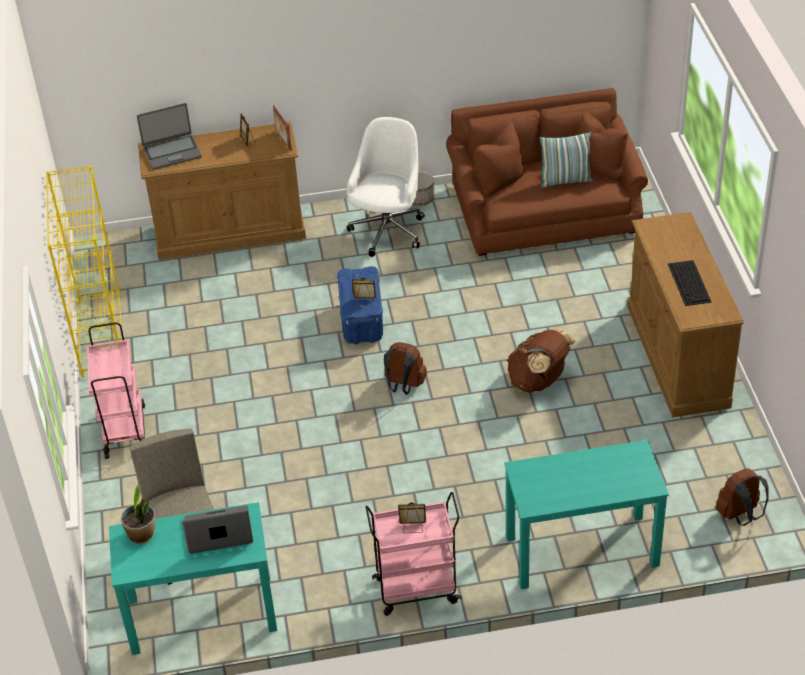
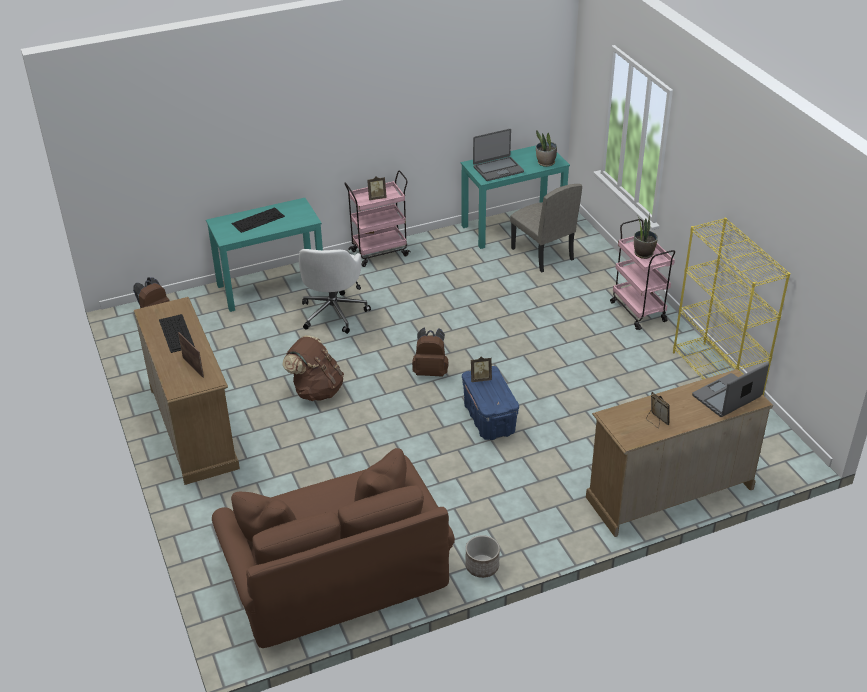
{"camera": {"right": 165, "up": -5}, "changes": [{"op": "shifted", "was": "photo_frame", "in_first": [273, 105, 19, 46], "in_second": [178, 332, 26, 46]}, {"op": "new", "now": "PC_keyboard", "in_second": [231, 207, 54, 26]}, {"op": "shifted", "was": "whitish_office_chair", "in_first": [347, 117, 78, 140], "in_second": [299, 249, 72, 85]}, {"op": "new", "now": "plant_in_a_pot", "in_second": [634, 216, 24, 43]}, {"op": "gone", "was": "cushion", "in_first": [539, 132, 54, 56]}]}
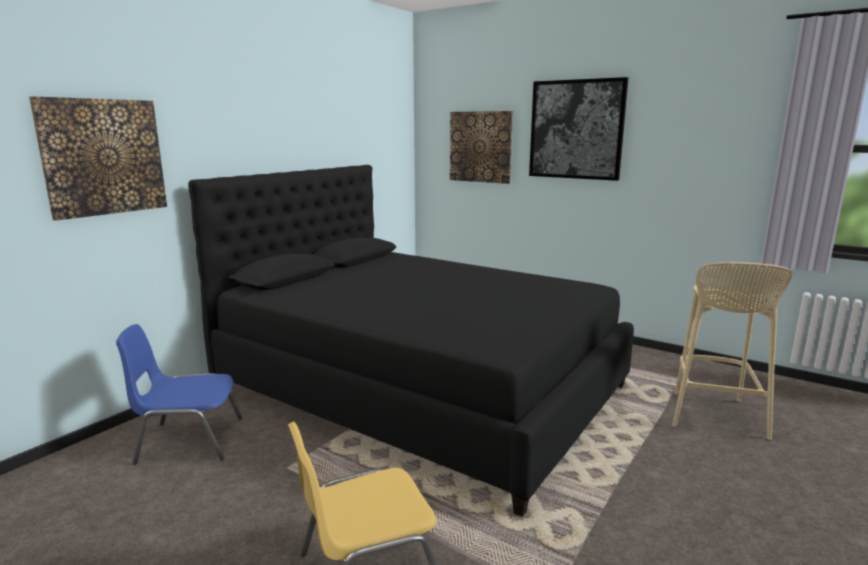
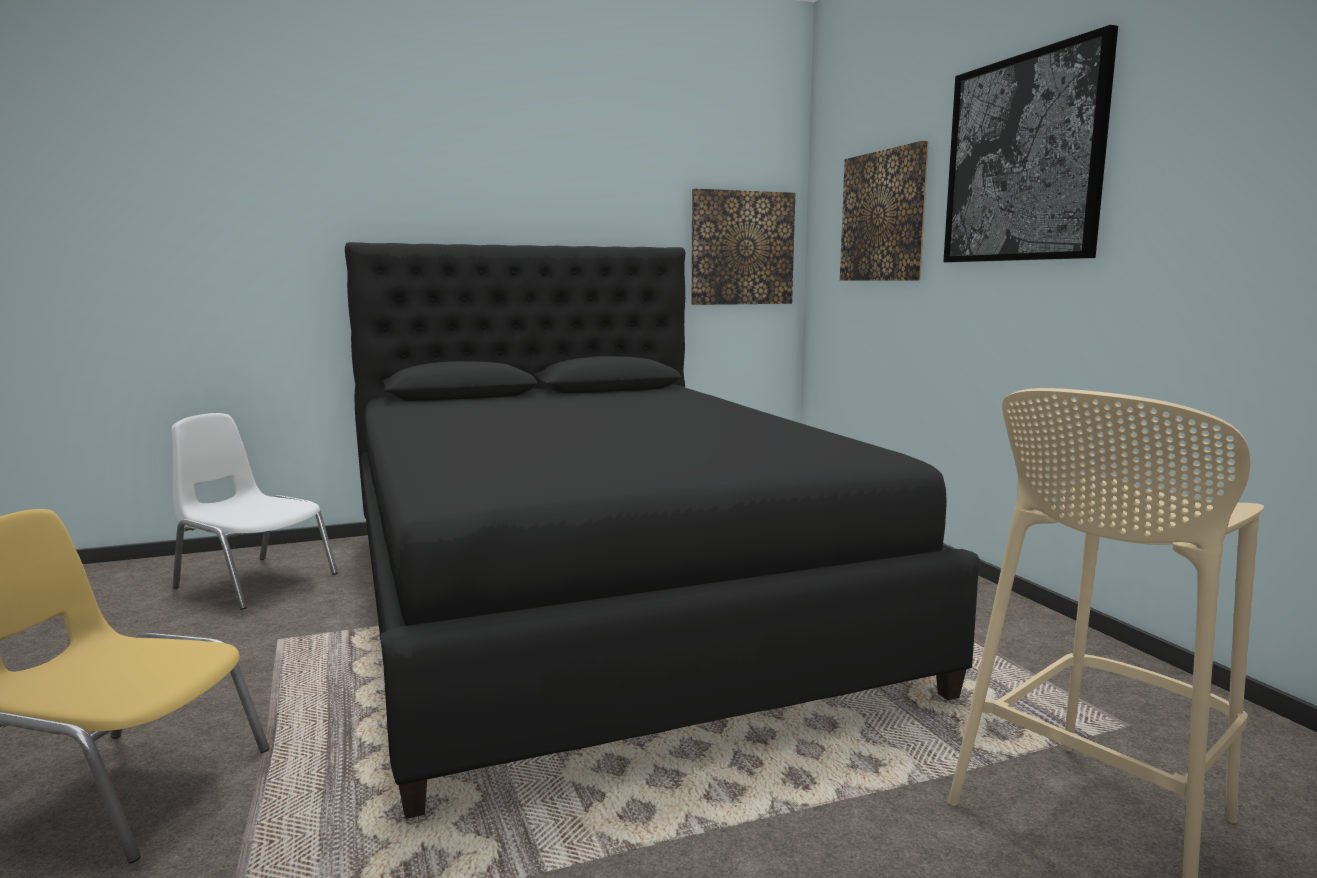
{"camera": {"right": 35, "up": -5}, "changes": [{"op": "repainted", "was": "blue-coloured_chair", "now": "whitish_chair", "in_first": [116, 324, 126, 141], "in_second": [172, 413, 166, 197]}, {"op": "shifted", "was": "wall_picture", "in_first": [29, 96, 138, 125], "in_second": [691, 189, 104, 116]}]}
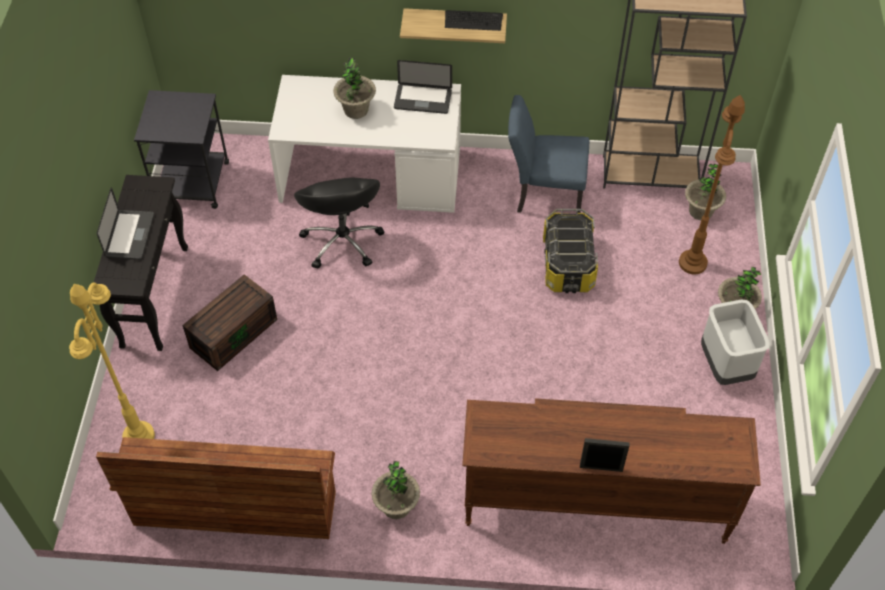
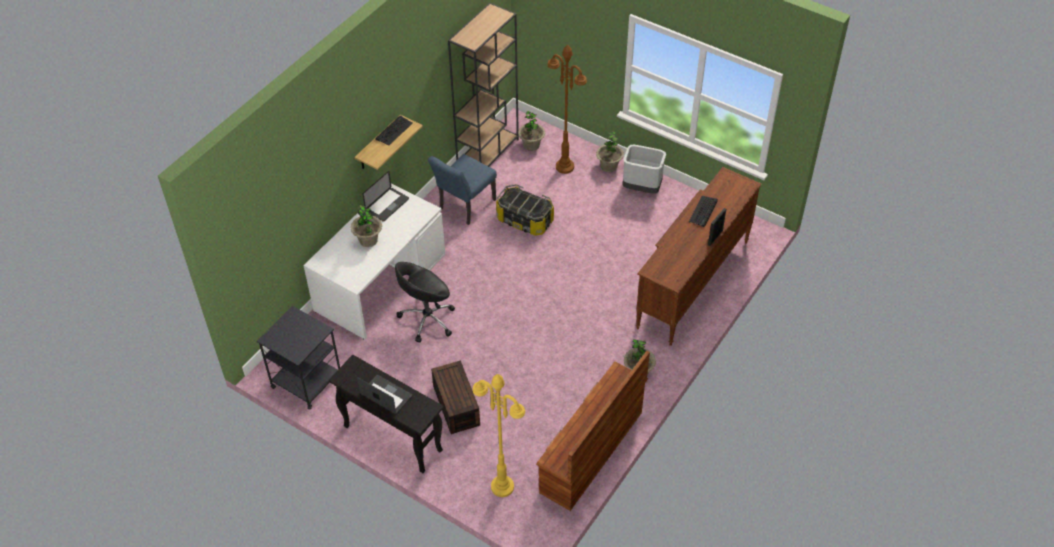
{"camera": {"right": -60, "up": -5}, "changes": [{"op": "rotated", "was": "black-coloured_office_chair", "in_first": [294, 177, 90, 92], "in_second": [395, 262, 60, 80], "clockwise": 120}, {"op": "new", "now": "PC_keyboard", "in_second": [689, 196, 29, 31]}]}
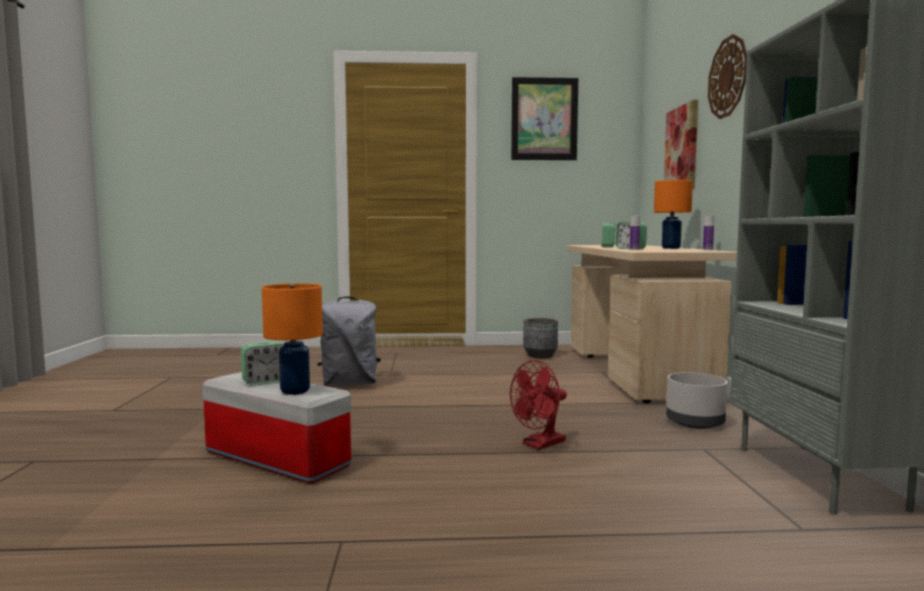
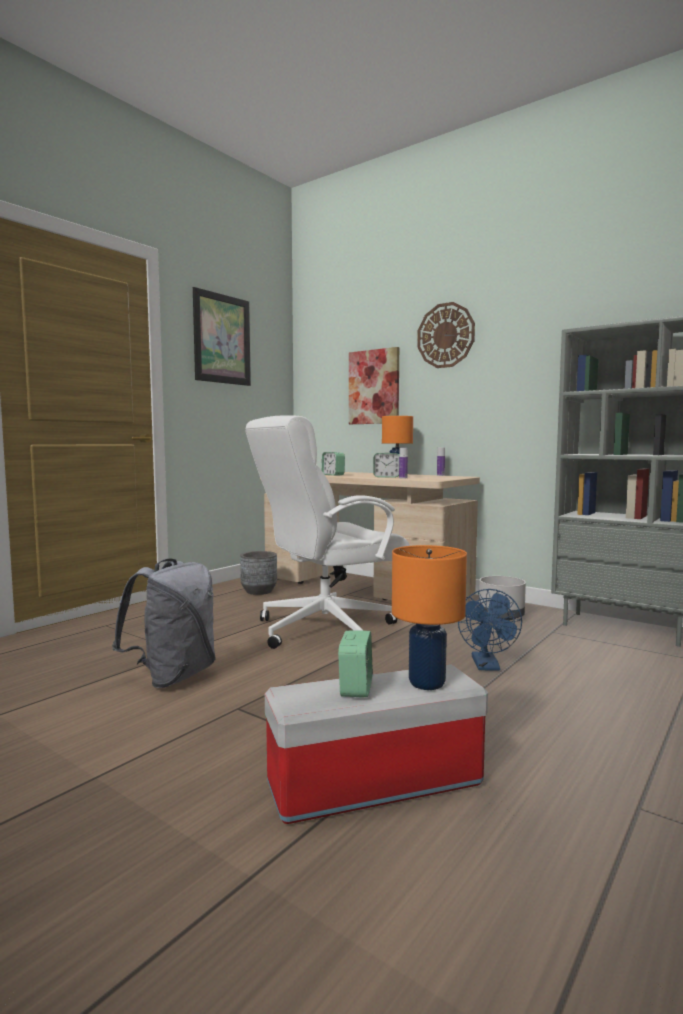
{"camera": {"right": -50, "up": 0}, "changes": [{"op": "new", "now": "whitish_office_chair", "in_second": [245, 415, 165, 234]}, {"op": "repainted", "was": "red-coloured_electric_fan", "now": "blue-coloured_electric_fan", "in_first": [510, 360, 57, 90], "in_second": [458, 589, 64, 82]}]}
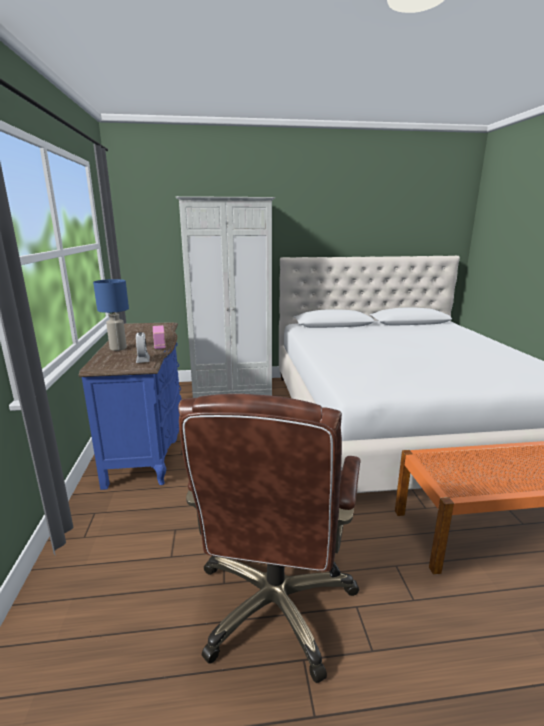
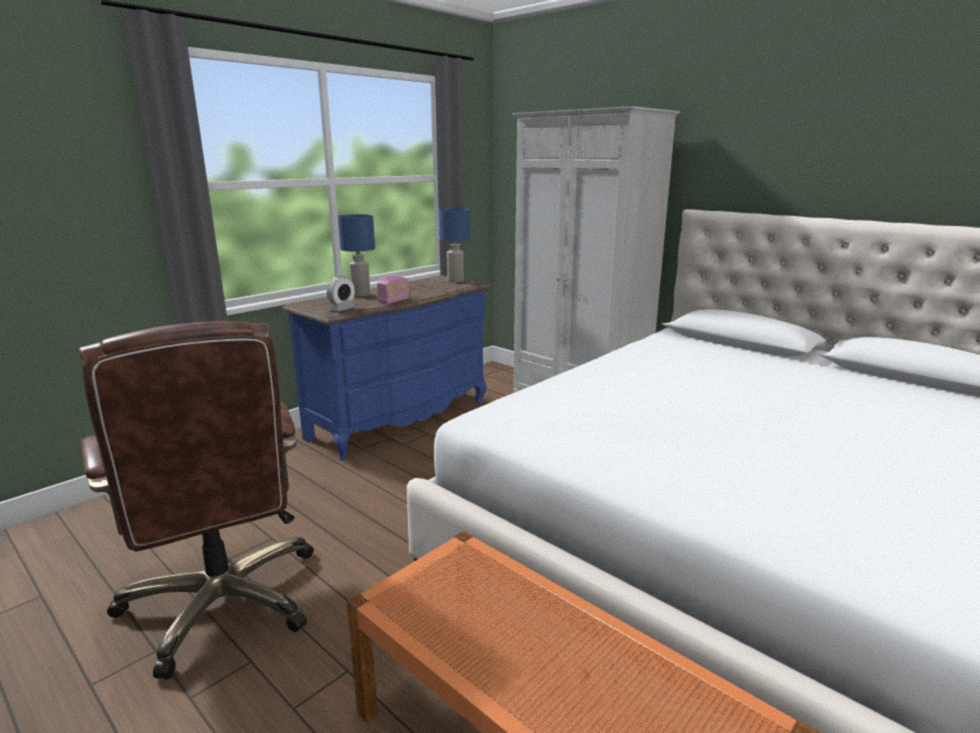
{"camera": {"right": 50, "up": 0}, "changes": [{"op": "rotated", "was": "brownish_office_chair", "in_first": [178, 394, 183, 289], "in_second": [79, 321, 235, 359], "clockwise": -90}, {"op": "new", "now": "blue-coloured_tabletop_lamp", "in_second": [439, 208, 31, 74]}]}
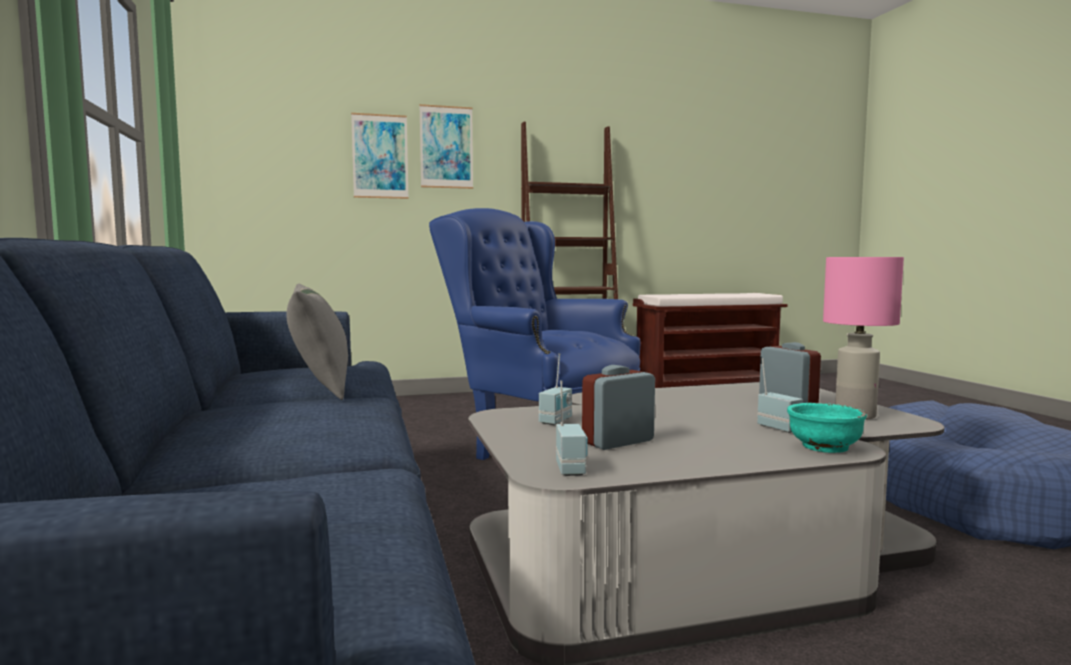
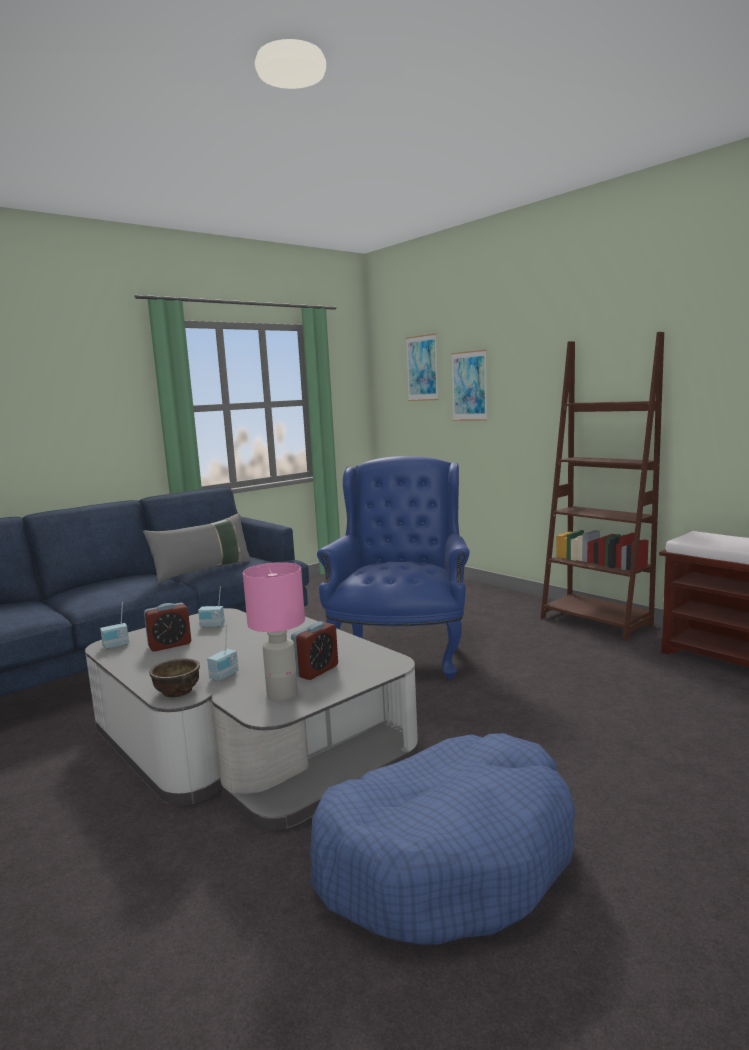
{"camera": {"right": 65, "up": 5}, "changes": [{"op": "rotated", "was": "table_clock", "in_first": [582, 365, 73, 85], "in_second": [144, 603, 48, 49], "clockwise": 120}, {"op": "repainted", "was": "blue-green_bowl", "now": "brownish_bowl", "in_first": [787, 403, 80, 50], "in_second": [149, 659, 51, 38]}, {"op": "shifted", "was": "wall_picture", "in_first": [419, 104, 54, 85], "in_second": [406, 333, 33, 68]}]}
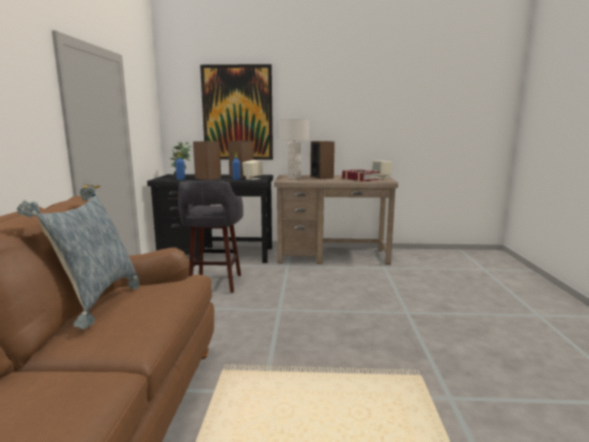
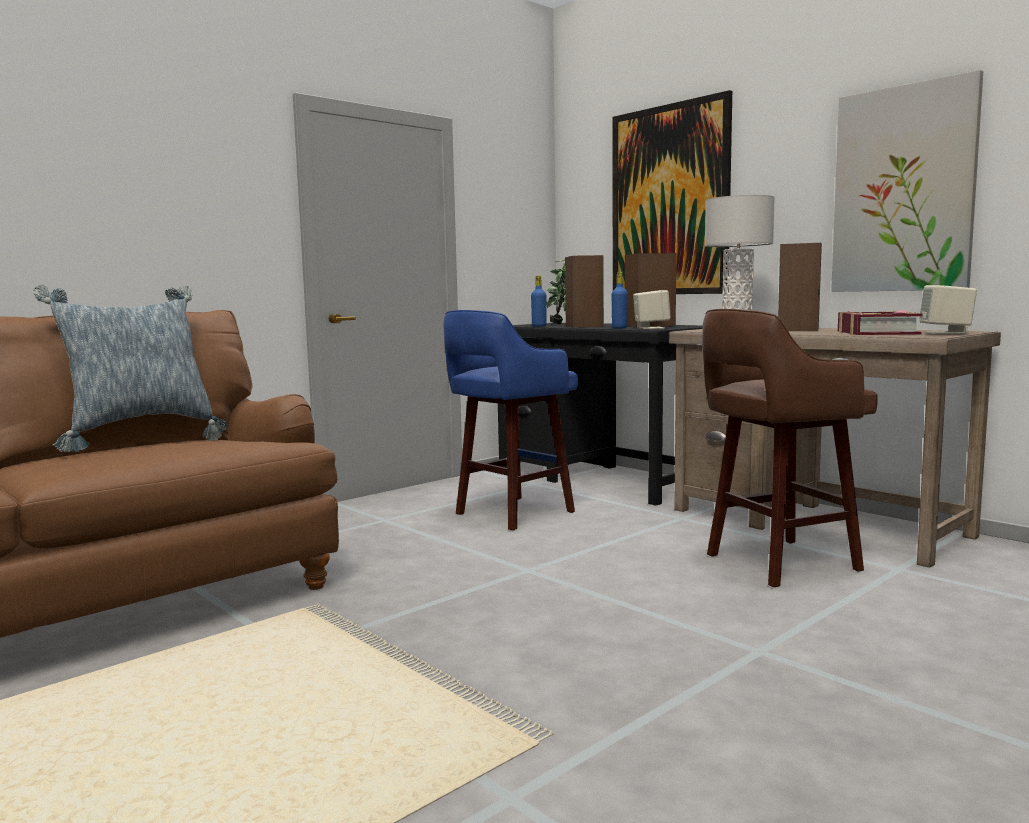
{"camera": {"right": 45, "up": -5}, "changes": [{"op": "repainted", "was": "grey_sitting_stool", "now": "blue-coloured_sitting_stool", "in_first": [178, 180, 65, 113], "in_second": [443, 310, 135, 220]}, {"op": "new", "now": "brownish_sitting_stool", "in_second": [702, 309, 176, 278]}, {"op": "new", "now": "wall_picture", "in_second": [831, 70, 152, 222]}]}
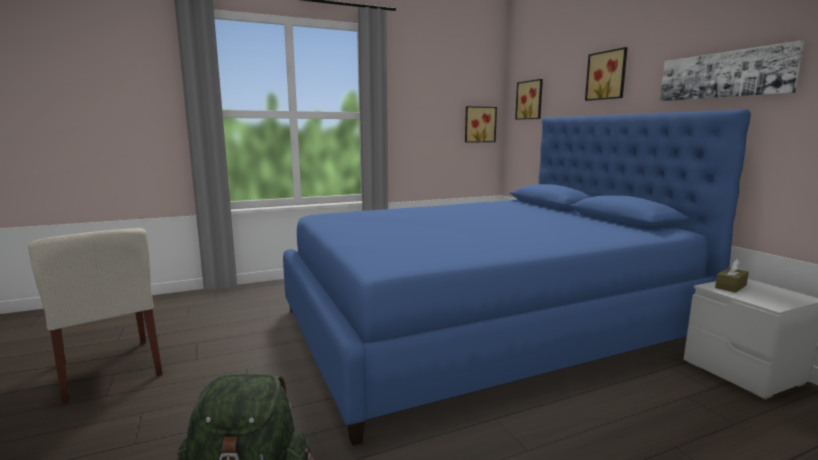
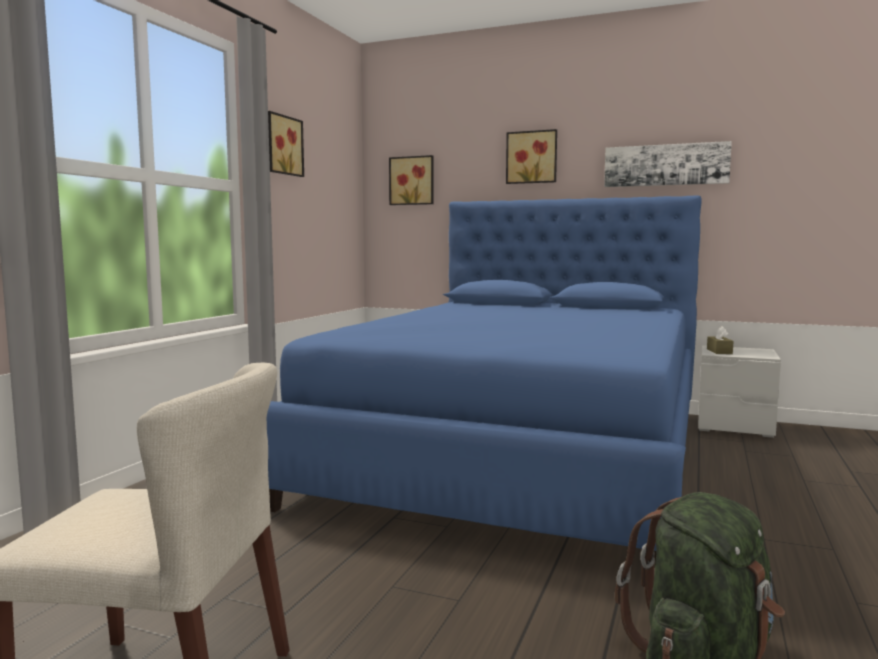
{"camera": {"right": -45, "up": -5}, "changes": [{"op": "shifted", "was": "wall_picture", "in_first": [465, 106, 32, 37], "in_second": [268, 111, 36, 66]}]}
